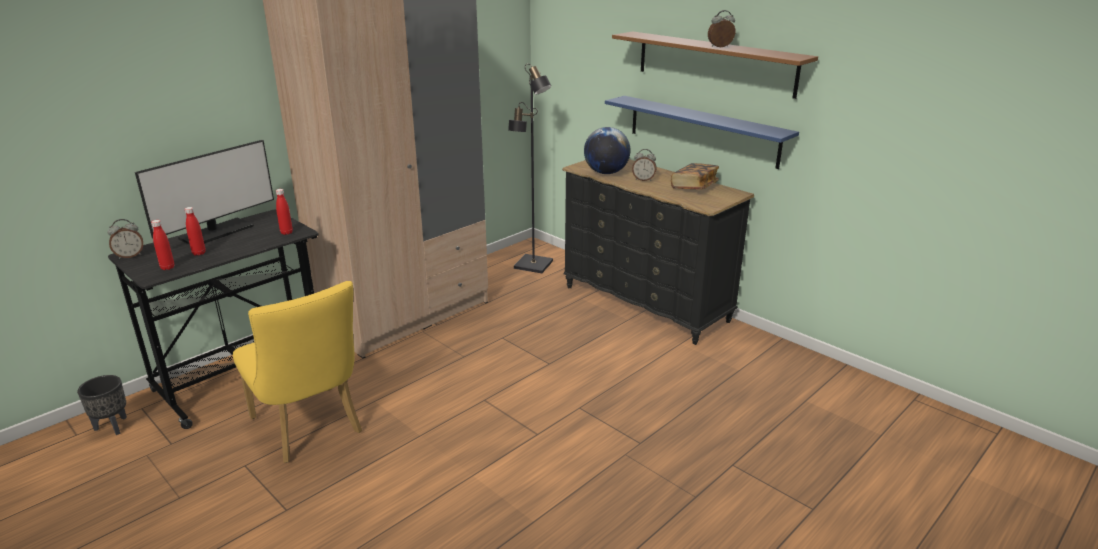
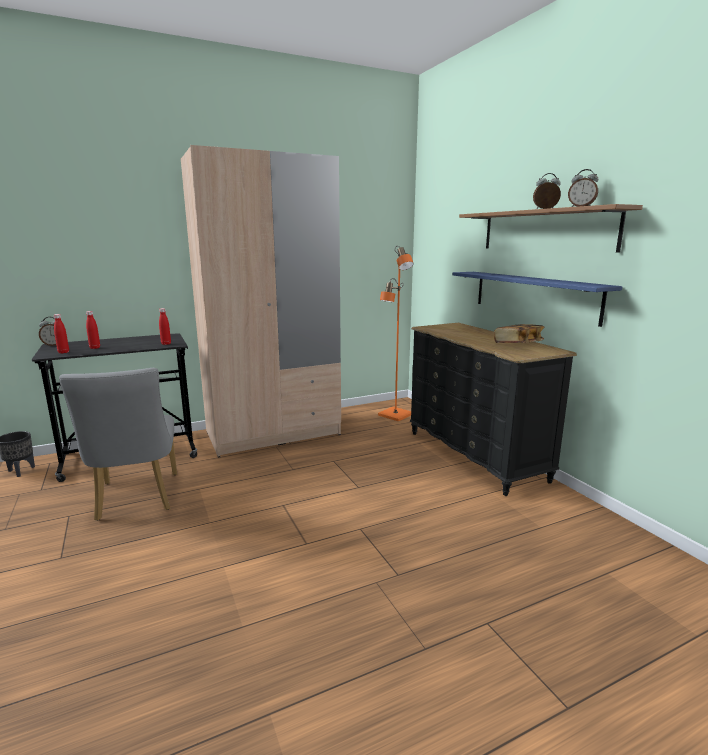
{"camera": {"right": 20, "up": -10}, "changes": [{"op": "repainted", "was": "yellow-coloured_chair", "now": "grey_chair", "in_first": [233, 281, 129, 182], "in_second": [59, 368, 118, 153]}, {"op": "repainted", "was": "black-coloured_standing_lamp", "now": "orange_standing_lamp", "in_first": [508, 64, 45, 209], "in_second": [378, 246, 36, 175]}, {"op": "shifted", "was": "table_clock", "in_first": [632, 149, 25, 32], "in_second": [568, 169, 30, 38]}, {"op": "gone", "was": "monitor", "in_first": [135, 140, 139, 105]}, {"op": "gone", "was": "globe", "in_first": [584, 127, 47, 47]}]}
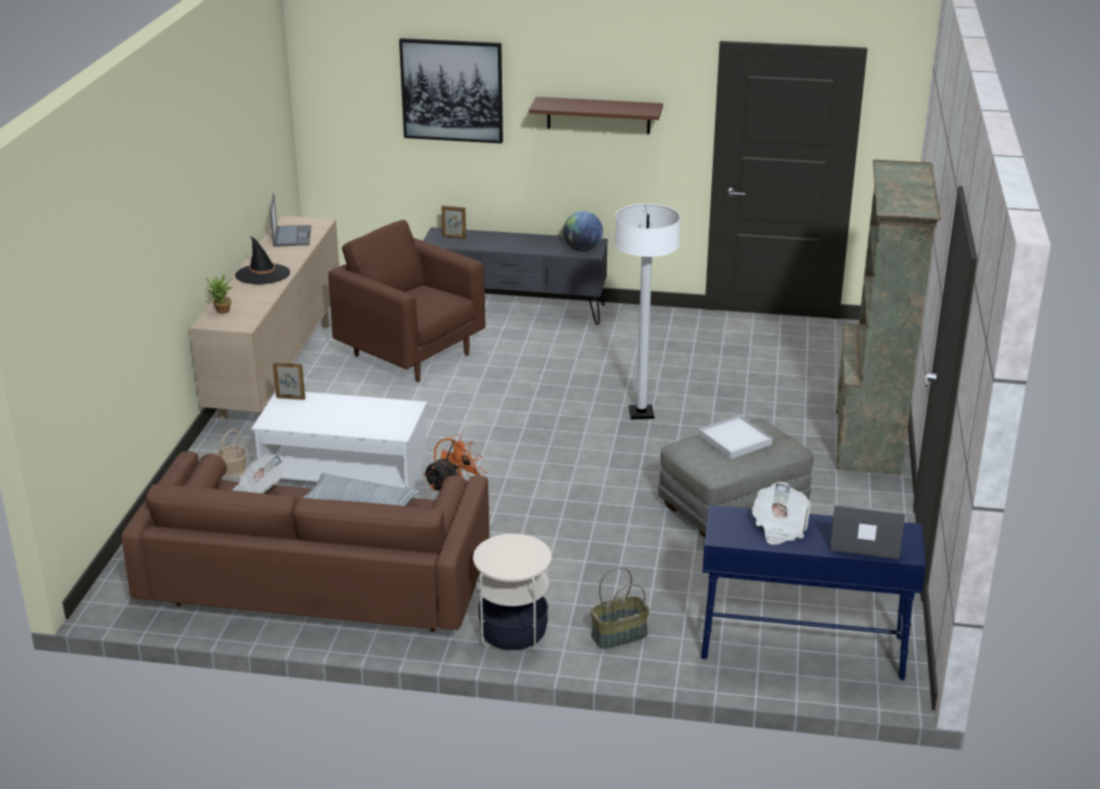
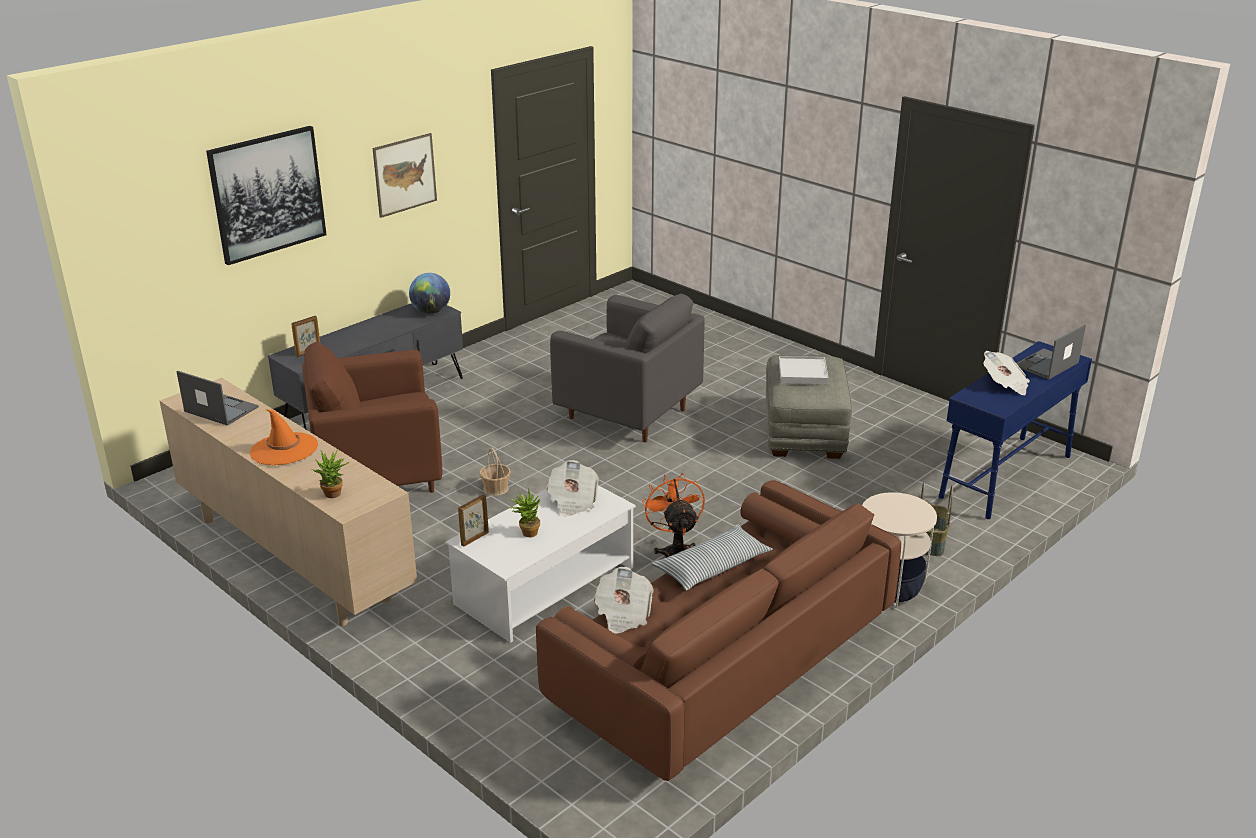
{"camera": {"right": -55, "up": 0}, "changes": [{"op": "repainted", "was": "black-coloured_wearable_hat", "now": "orange_wearable_hat", "in_first": [235, 236, 55, 48], "in_second": [250, 409, 68, 56]}, {"op": "swapped", "was": "brownish_wall_shelf", "now": "wall_picture", "in_first": [529, 97, 134, 37], "in_second": [373, 133, 64, 85]}, {"op": "shifted", "was": "basket", "in_first": [216, 429, 31, 49], "in_second": [479, 448, 32, 48]}, {"op": "new", "now": "plant_in_a_pot", "in_second": [509, 488, 31, 49]}, {"op": "new", "now": "daily_paper", "in_second": [546, 460, 53, 57]}, {"op": "swapped", "was": "whitish_standing_lamp", "now": "grey_lounge_chair", "in_first": [615, 204, 66, 215], "in_second": [550, 294, 155, 148]}, {"op": "gone", "was": "green-coloured_shelving_unit", "in_first": [836, 159, 105, 316]}]}
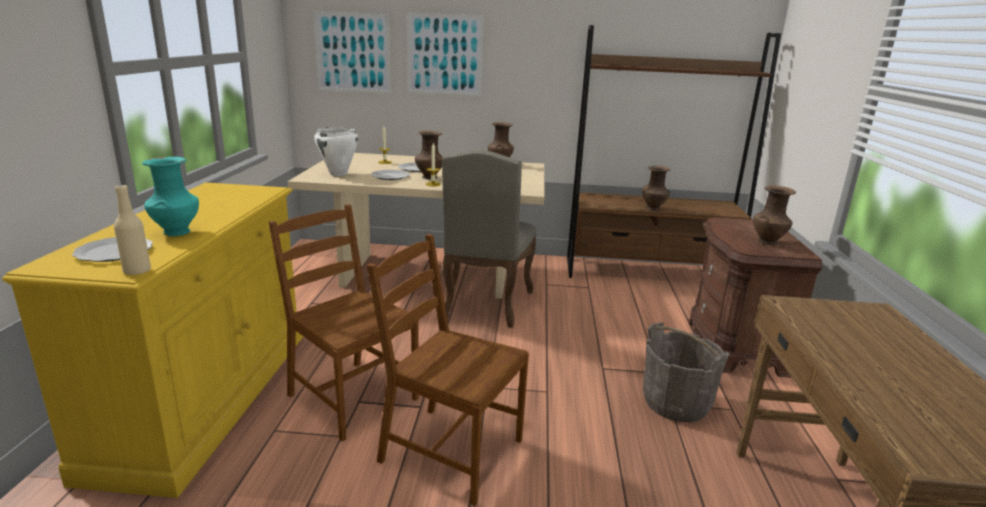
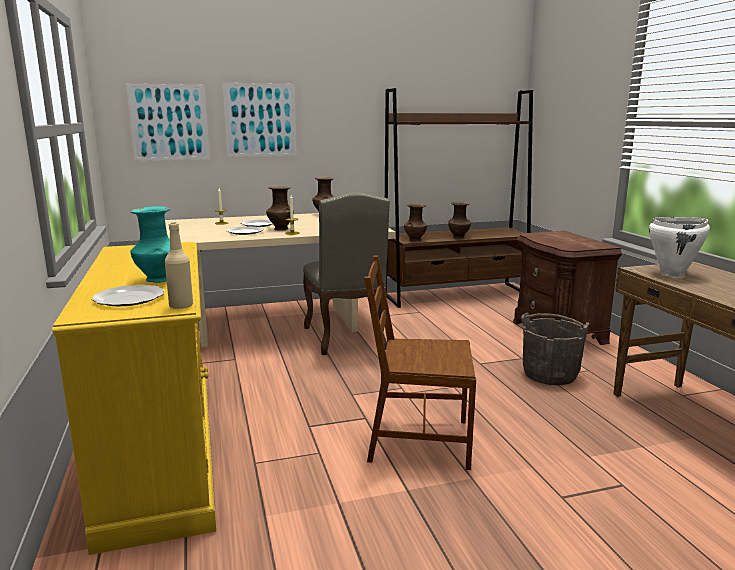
{"camera": {"right": -20, "up": -5}, "changes": [{"op": "shifted", "was": "brownish_flower_vase", "in_first": [753, 185, 43, 60], "in_second": [404, 204, 23, 38]}, {"op": "shifted", "was": "whitish_saucepot", "in_first": [314, 127, 44, 49], "in_second": [649, 217, 61, 60]}, {"op": "gone", "was": "brownish_chair", "in_first": [269, 204, 150, 237]}]}
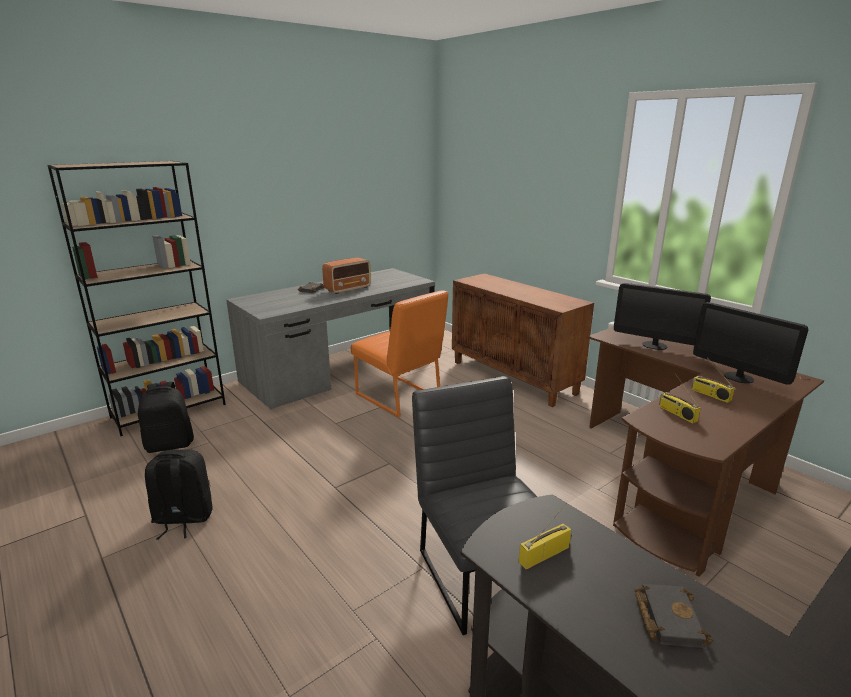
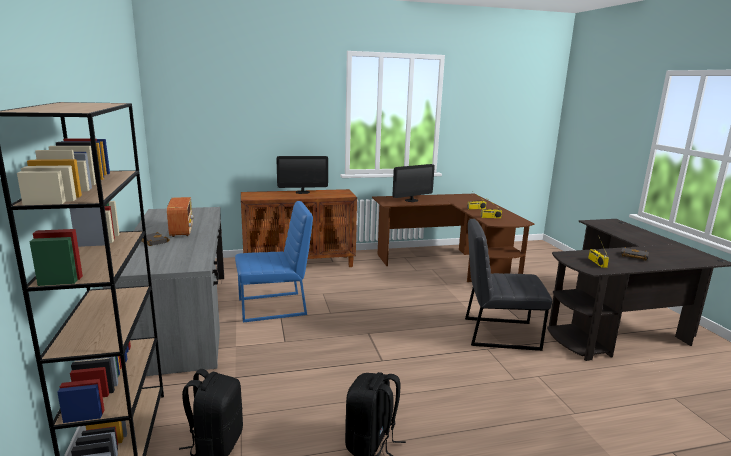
{"camera": {"right": -65, "up": -5}, "changes": [{"op": "repainted", "was": "orange_chair", "now": "blue-coloured_chair", "in_first": [351, 290, 97, 127], "in_second": [235, 201, 78, 122]}, {"op": "shifted", "was": "monitor", "in_first": [693, 302, 115, 83], "in_second": [276, 156, 52, 38]}]}
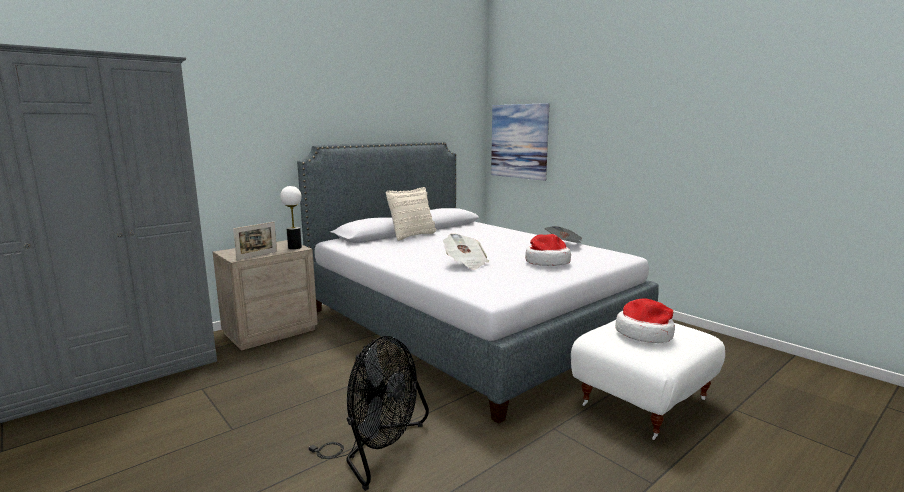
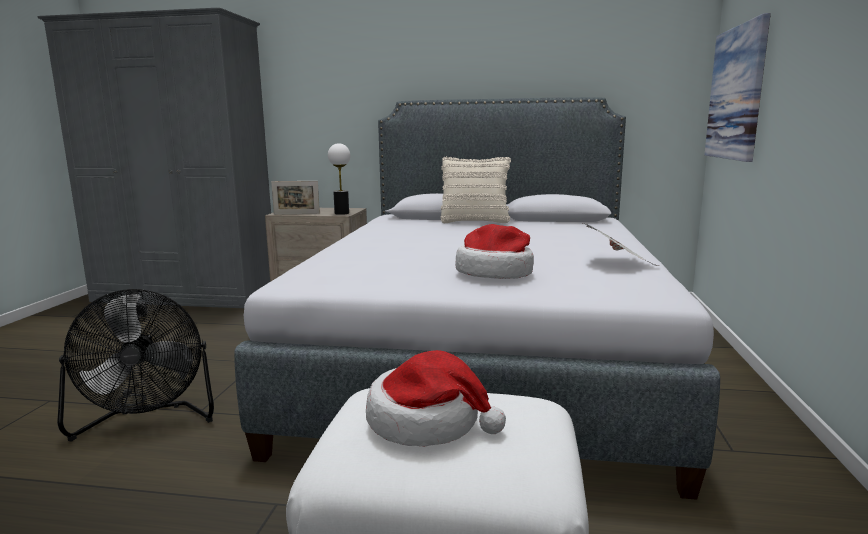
{"camera": {"right": 50, "up": 0}, "changes": [{"op": "gone", "was": "daily_paper", "in_first": [443, 233, 46, 37]}]}
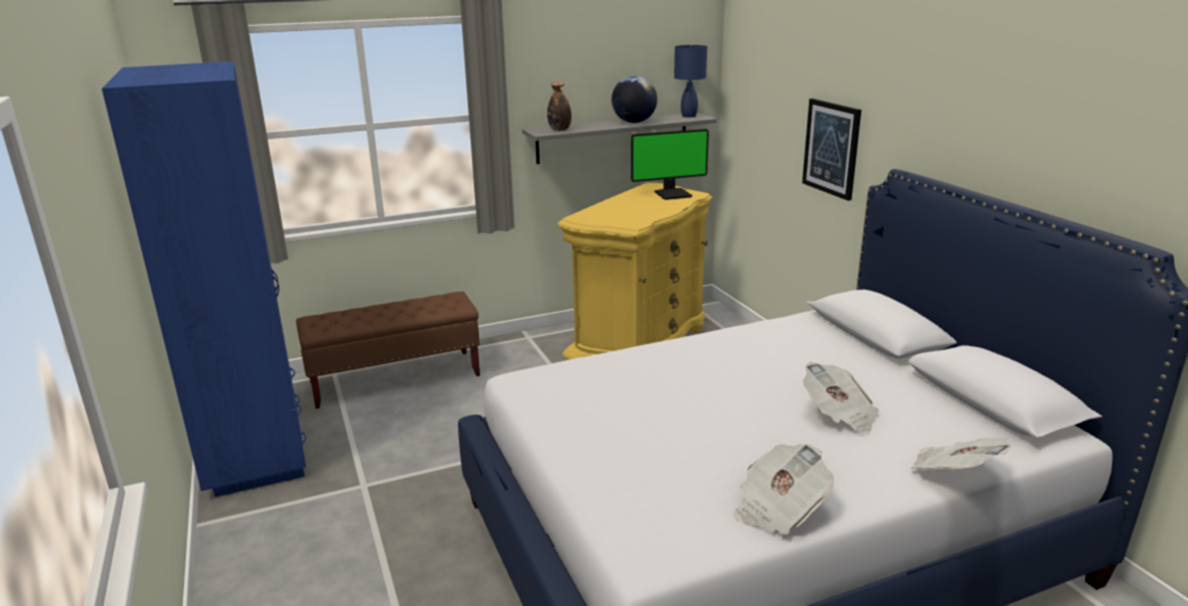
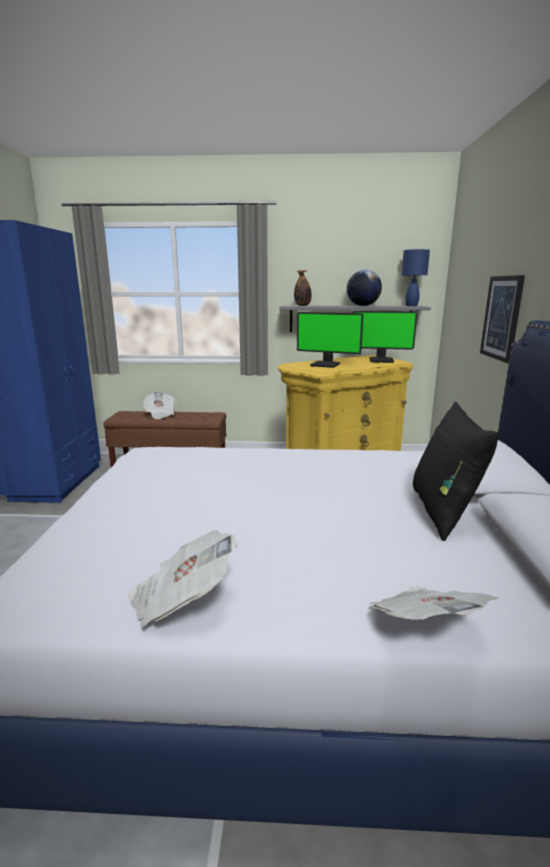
{"camera": {"right": 25, "up": -5}, "changes": [{"op": "shifted", "was": "daily_paper", "in_first": [803, 362, 76, 73], "in_second": [142, 392, 34, 27]}, {"op": "new", "now": "monitor", "in_second": [297, 312, 66, 56]}, {"op": "new", "now": "black-coloured_cushion", "in_second": [413, 402, 86, 139]}]}
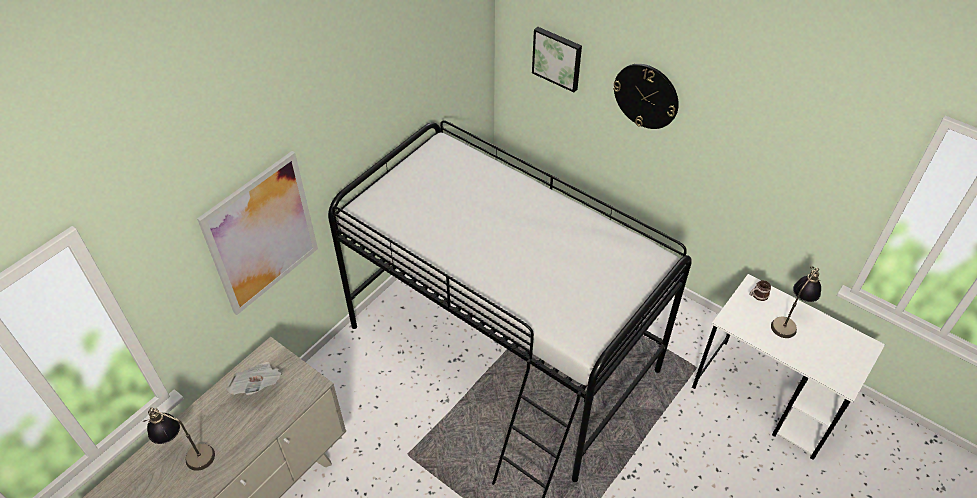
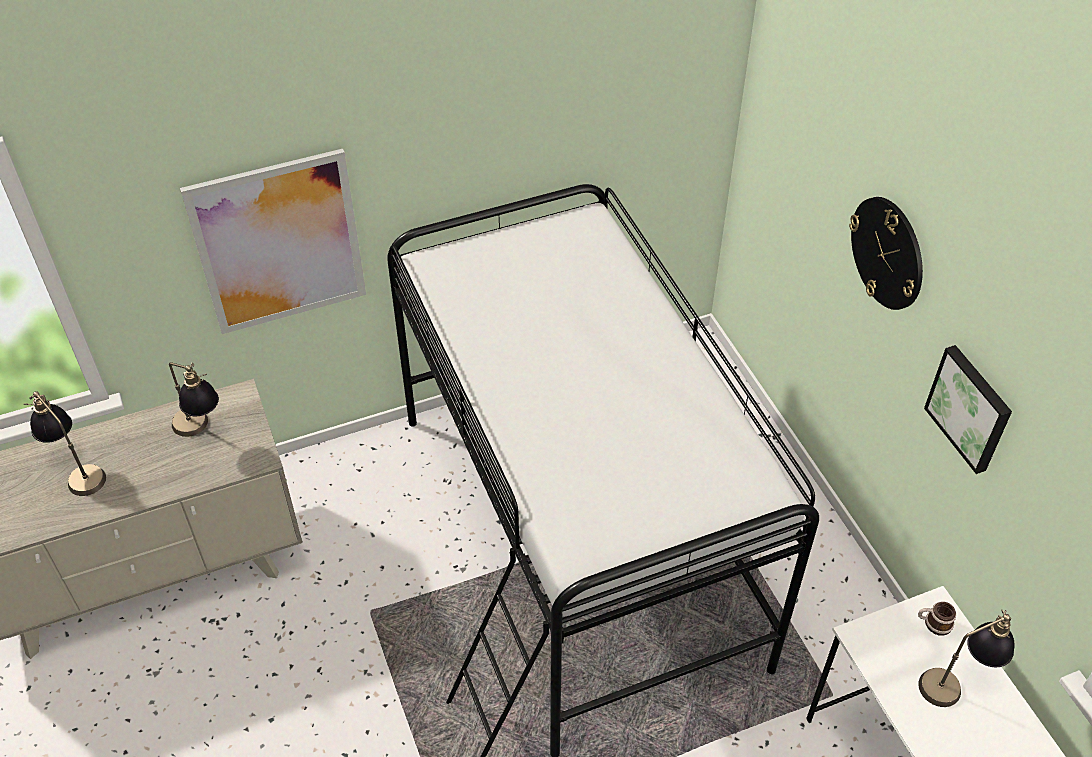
{"camera": {"right": 30, "up": 0}, "changes": [{"op": "swapped", "was": "daily_paper", "now": "tabletop_lamp", "in_first": [226, 362, 56, 33], "in_second": [169, 362, 50, 75]}, {"op": "shifted", "was": "wall_picture", "in_first": [532, 27, 50, 65], "in_second": [924, 345, 88, 129]}]}
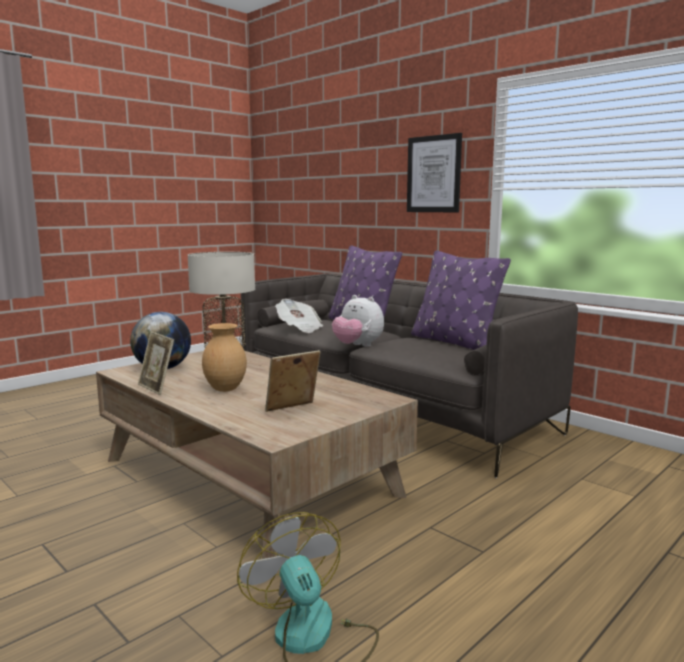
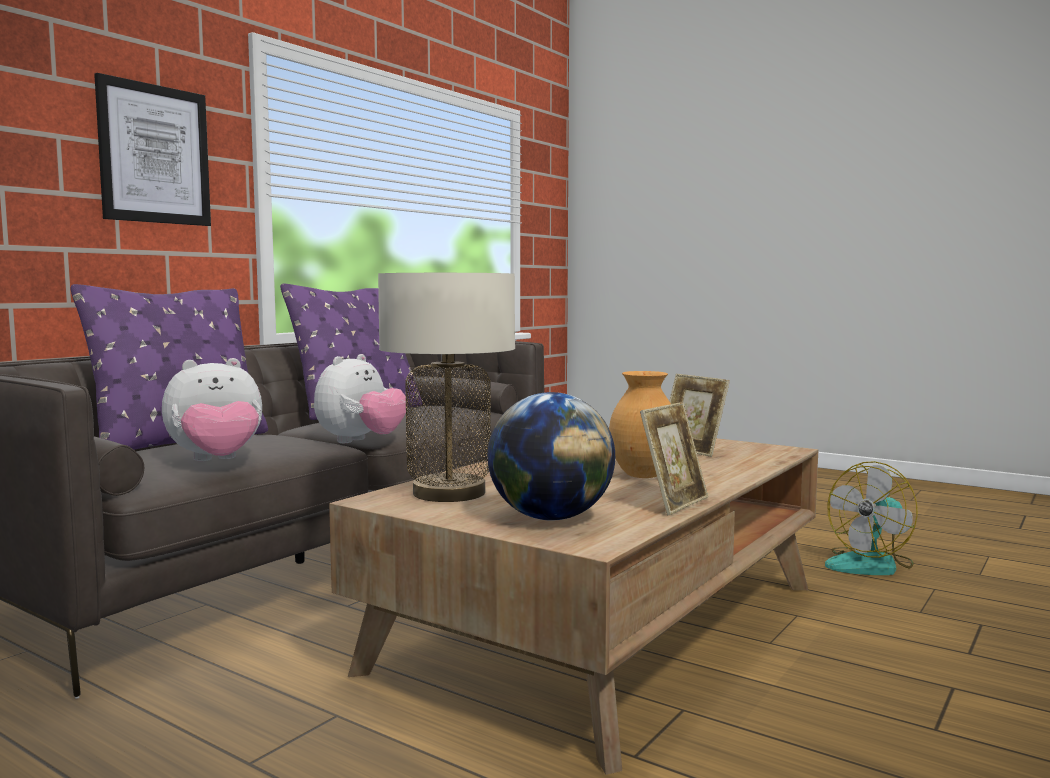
{"camera": {"right": -100, "up": -5}, "changes": [{"op": "swapped", "was": "daily_paper", "now": "cuddly_toy", "in_first": [275, 299, 48, 34], "in_second": [162, 358, 100, 103]}]}
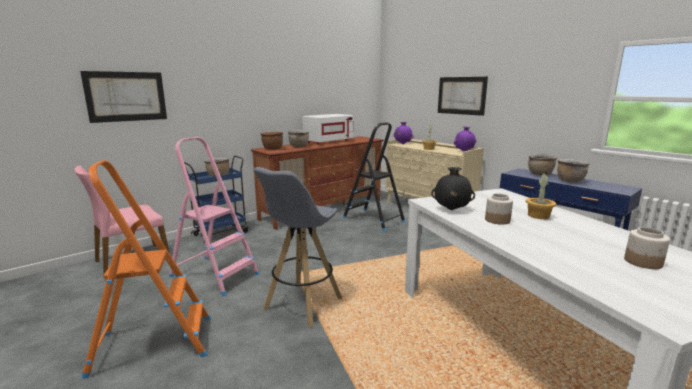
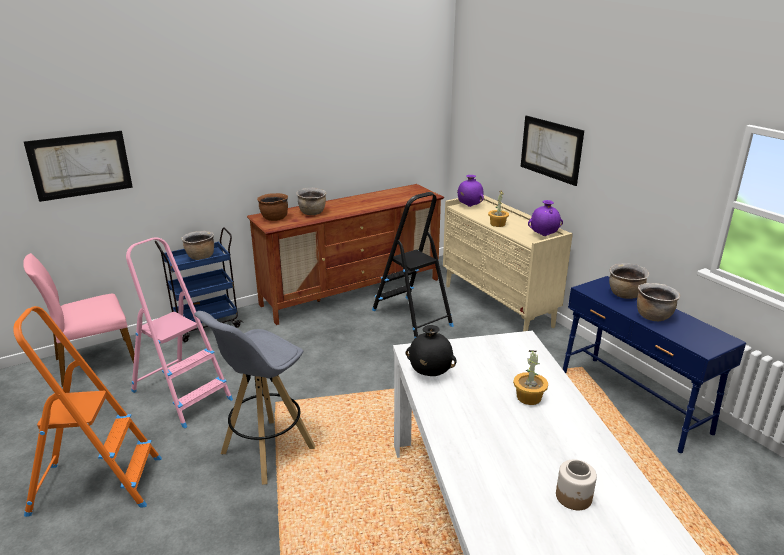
{"camera": {"right": 10, "up": 10}, "changes": [{"op": "gone", "was": "whitish_microwave", "in_first": [302, 114, 51, 31]}, {"op": "gone", "was": "storage_jar", "in_first": [485, 193, 28, 32]}]}
